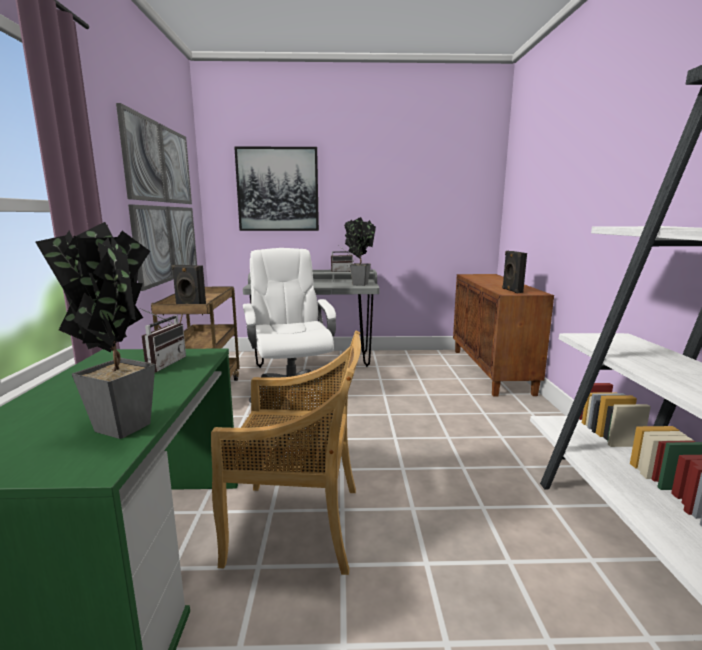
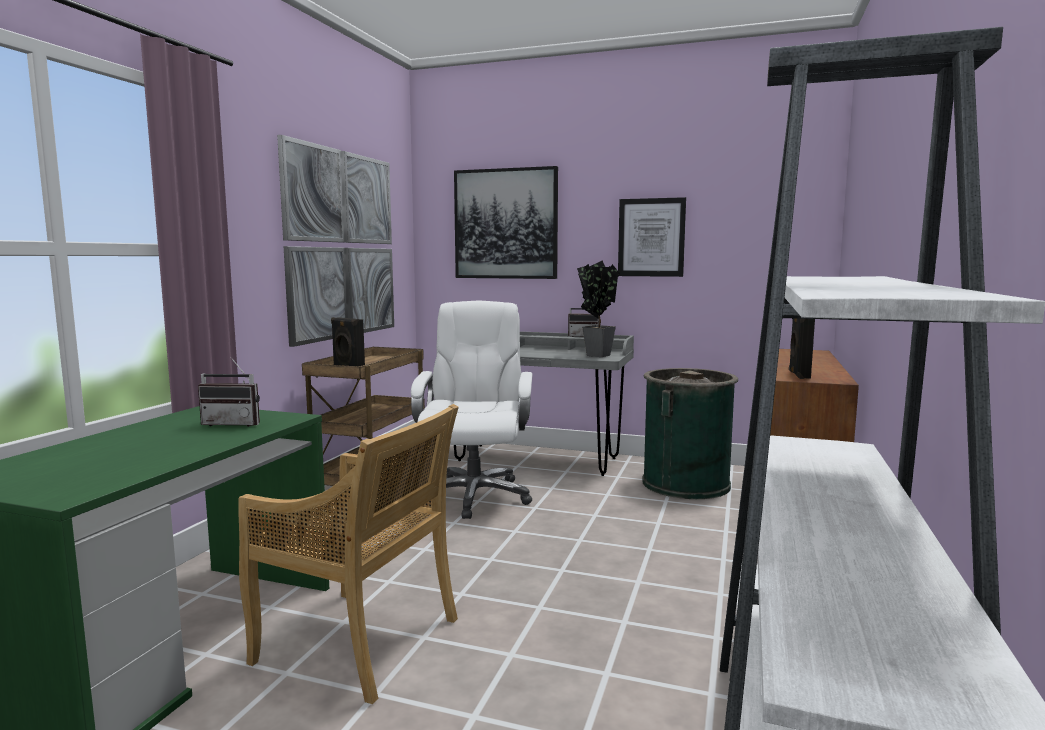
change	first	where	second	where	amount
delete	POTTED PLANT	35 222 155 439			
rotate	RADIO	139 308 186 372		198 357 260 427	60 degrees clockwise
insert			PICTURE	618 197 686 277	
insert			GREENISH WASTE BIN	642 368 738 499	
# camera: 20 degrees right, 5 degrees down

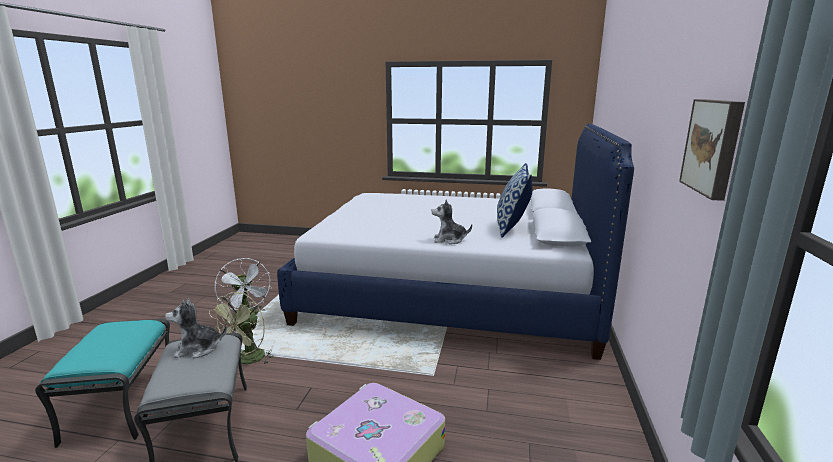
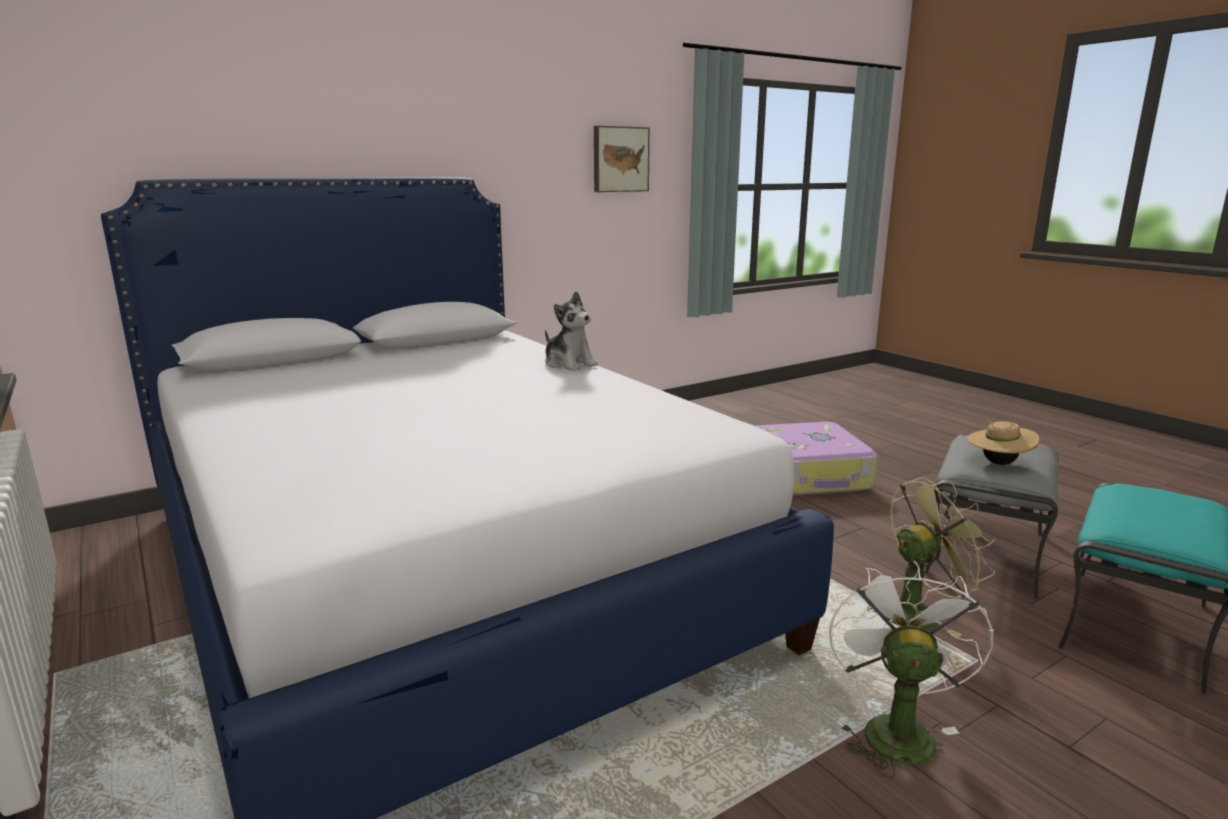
change	first	where	second	where	amount
replace	SOFT TOY	165 298 227 358	BEIGE CLOTHING HAT	967 417 1040 465	
delete	PILLOW	497 163 533 238			
# camera: 135 degrees left, 0 degrees up

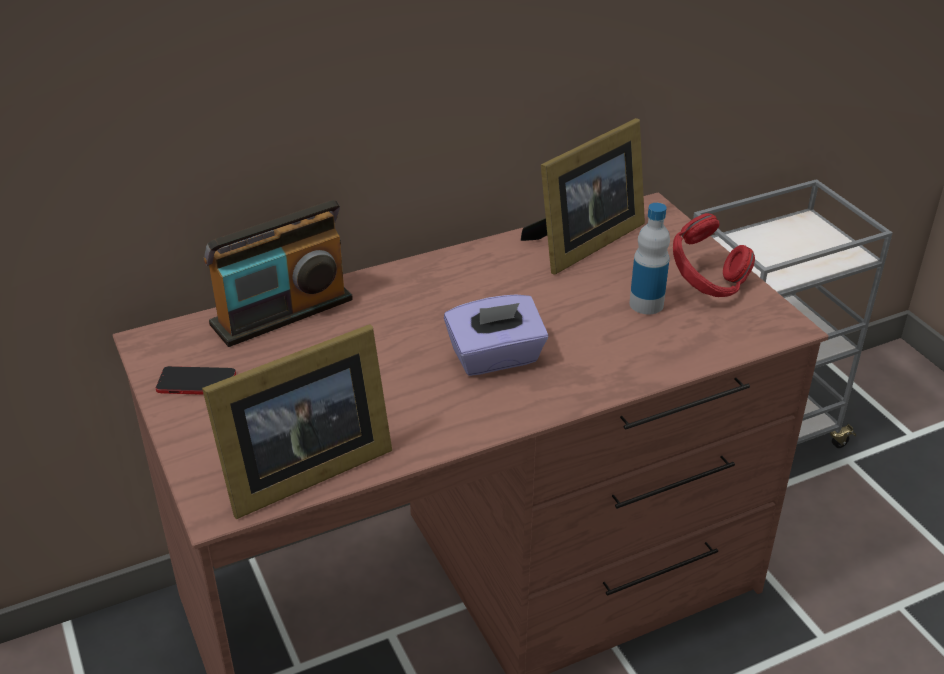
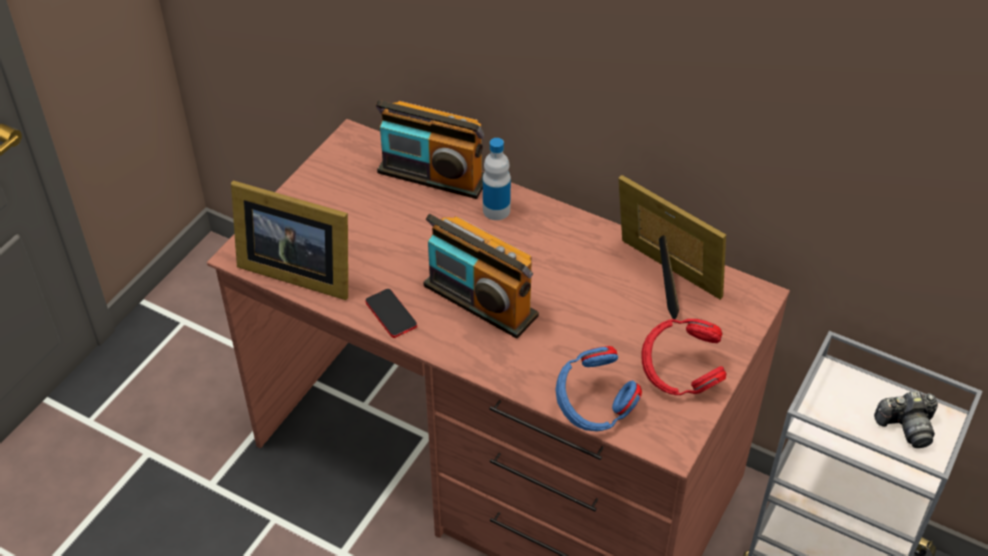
change	first	where	second	where	amount
move	TELEPHONE	156 366 236 395		365 289 417 338	
replace	PURPLISH TISSUE BOX	444 294 548 376	RADIO	423 214 539 338	
rotate	PICTURE FRAME	521 118 645 275		619 175 726 320	150 degrees counterclockwise
move	BEVERAGE BOTTLE	629 203 670 314		483 138 511 220	
insert			BLUISH PAIR OF HEADPHONES	555 346 642 431	
insert			PHOTO CAMERA	874 391 938 448	
# camera: 55 degrees right, 10 degrees up

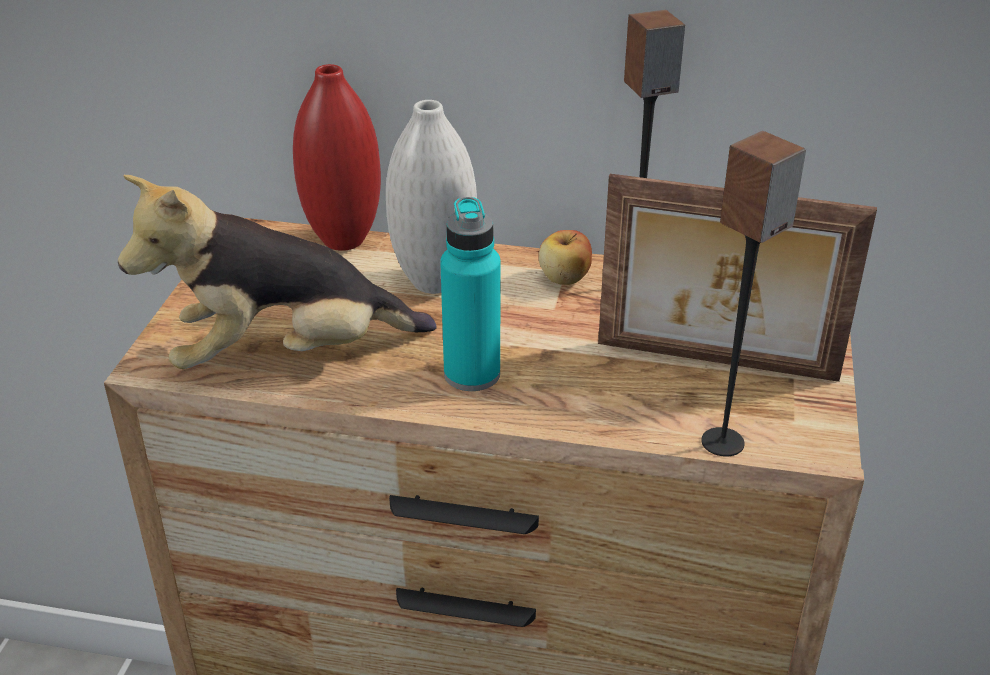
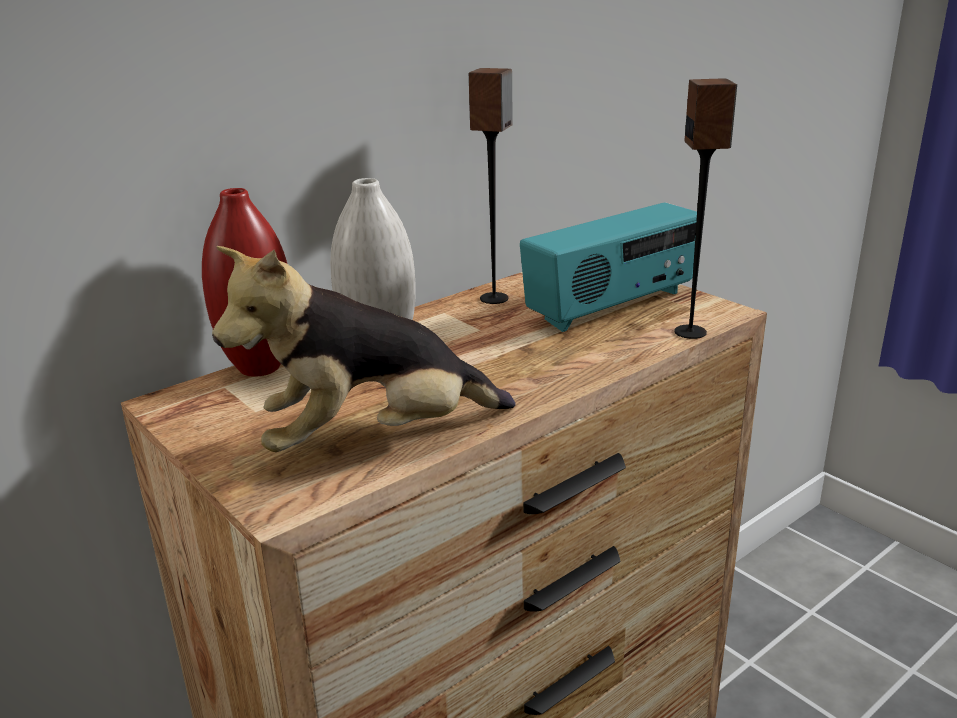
change	first	where	second	where	amount
rotate	SOFT TOY	118 175 437 369		212 246 516 452	45 degrees clockwise
delete	BLUE-GREEN BEVERAGE BOTTLE	440 197 501 391			
delete	APPLE FRUIT	538 230 592 285			
replace	PICTURE FRAME	598 174 877 382	RADIO	520 203 697 332	
# camera: 50 degrees left, 10 degrees down

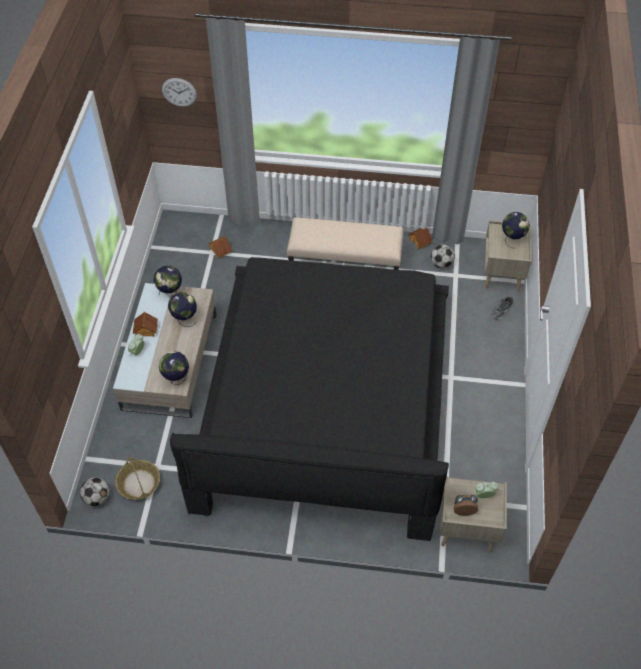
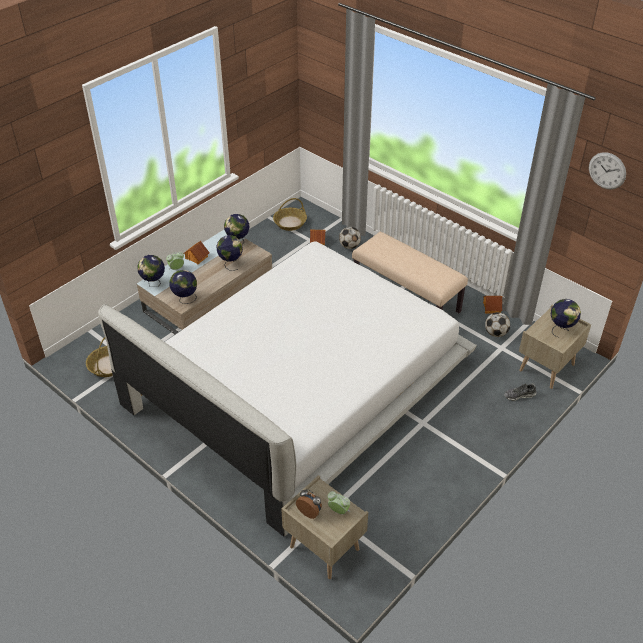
change	first	where	second	where	amount
move	FOOTBALL	80 477 110 506		339 227 361 249	
move	HANGING CLOCK	162 78 197 107		589 152 626 189	
recolor	BLACKISH BEDROOM BED	170 257 449 541	WHITISH BEDROOM BED	98 241 477 537	
insert			WORLD GLOBE	137 255 165 287	
insert			HOUSEHOLD BASKET	273 198 307 231	
# camera: 35 degrees right, 10 degrees down

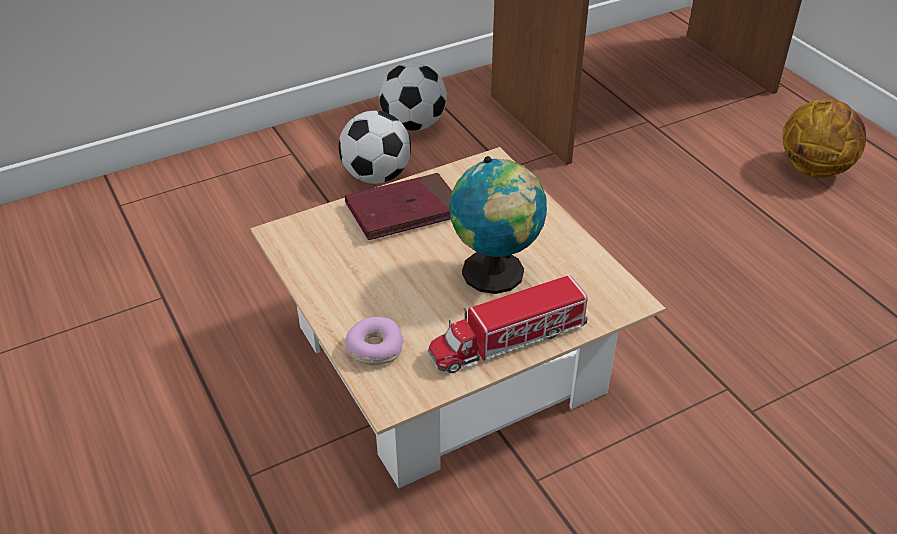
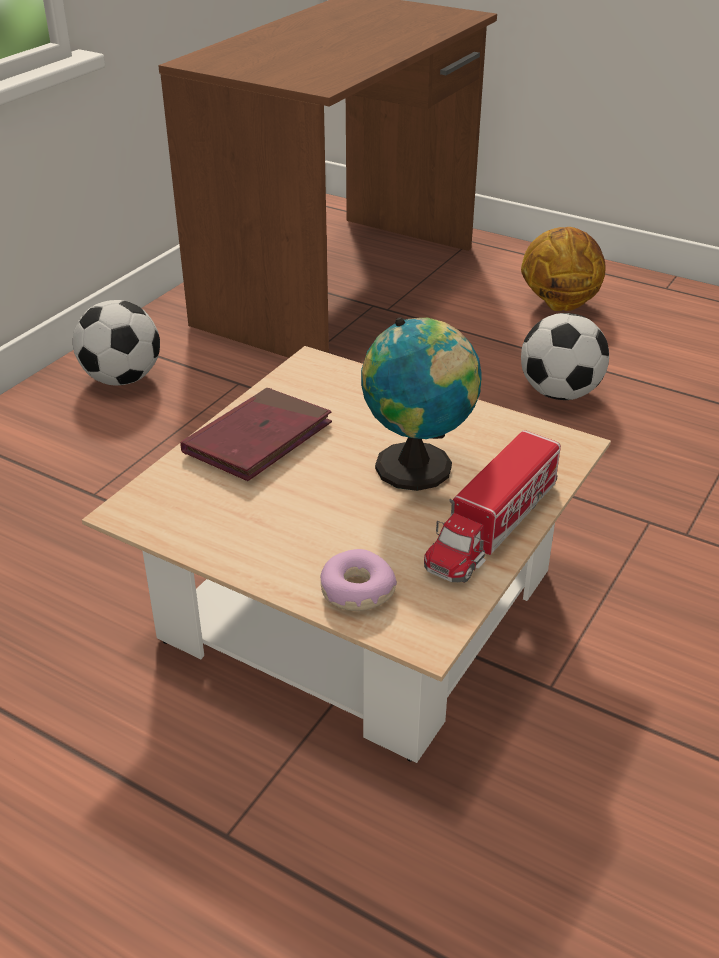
change	first	where	second	where	amount
move	FOOTBALL	339 111 411 184		521 313 609 400	
# camera: 30 degrees left, 5 degrees down

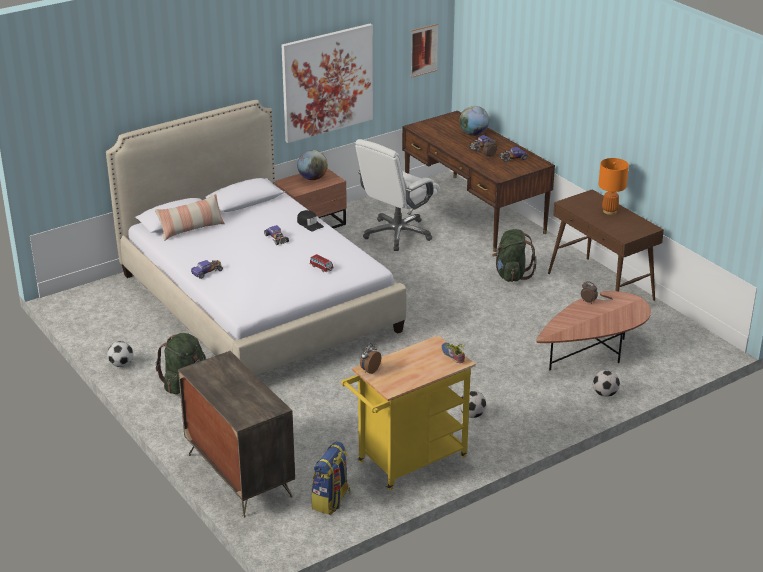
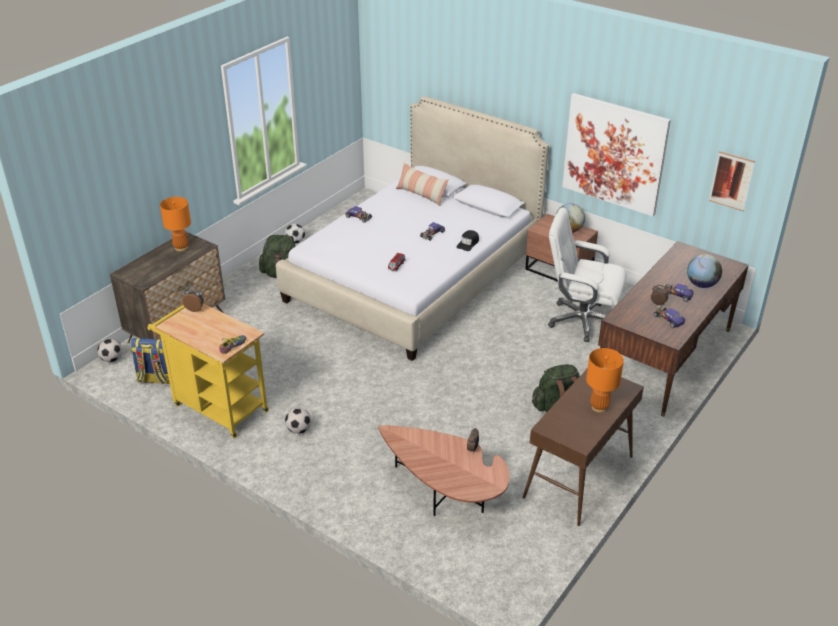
change	first	where	second	where	amount
move	FOOTBALL	593 370 620 397		97 339 122 362	
insert			ORANGEY LAMP FOR A TABLE	160 197 191 251	
# camera: 70 degrees right, 5 degrees up

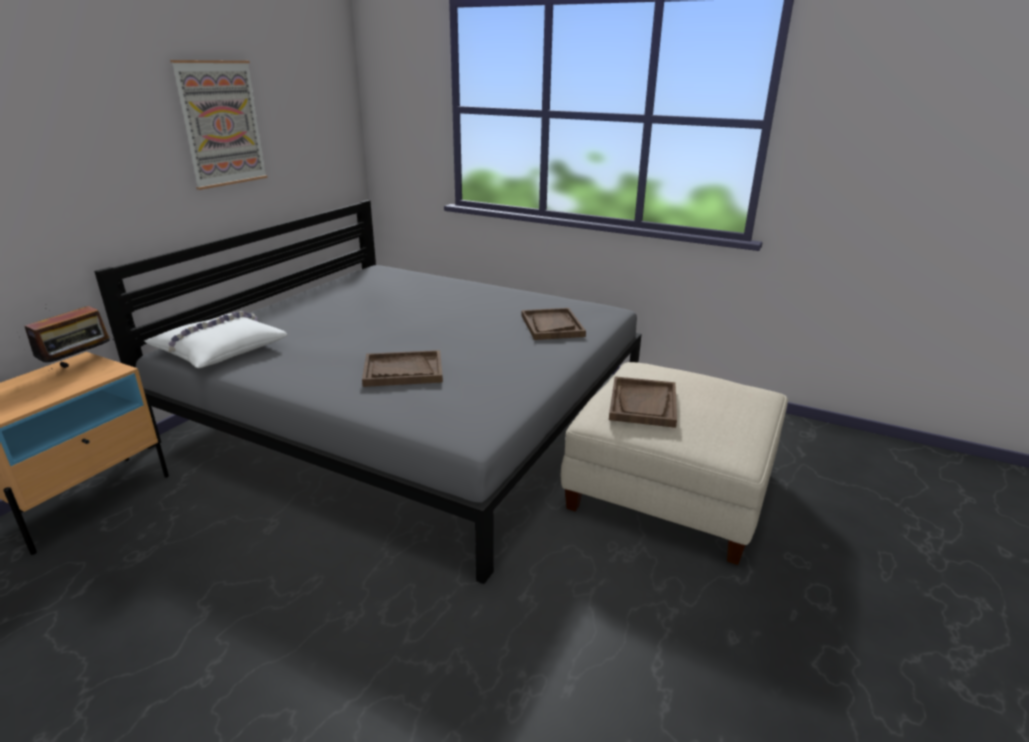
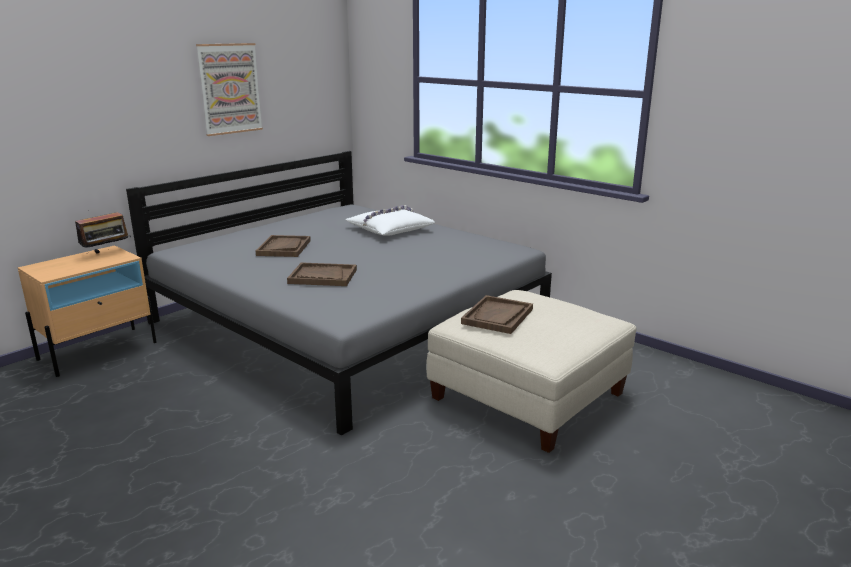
change	first	where	second	where	amount
move	WHITISH PILLOW	144 311 288 368		345 205 435 236	
move	BROWN-COLOURED SERVING TRAY	522 308 586 340		256 235 311 257	
# camera: 15 degrees right, 5 degrees down

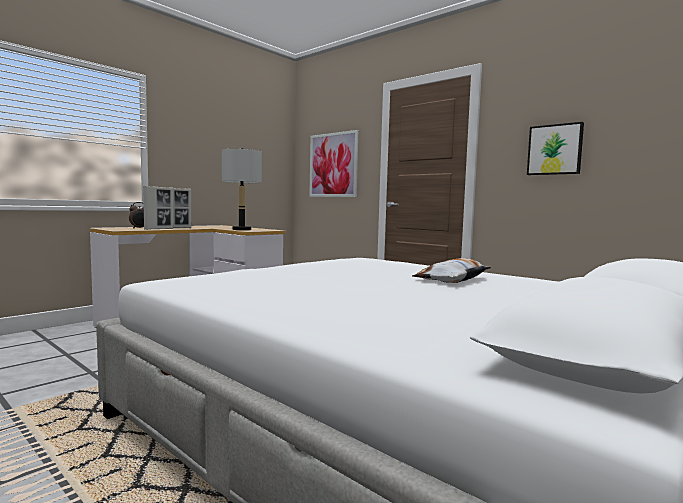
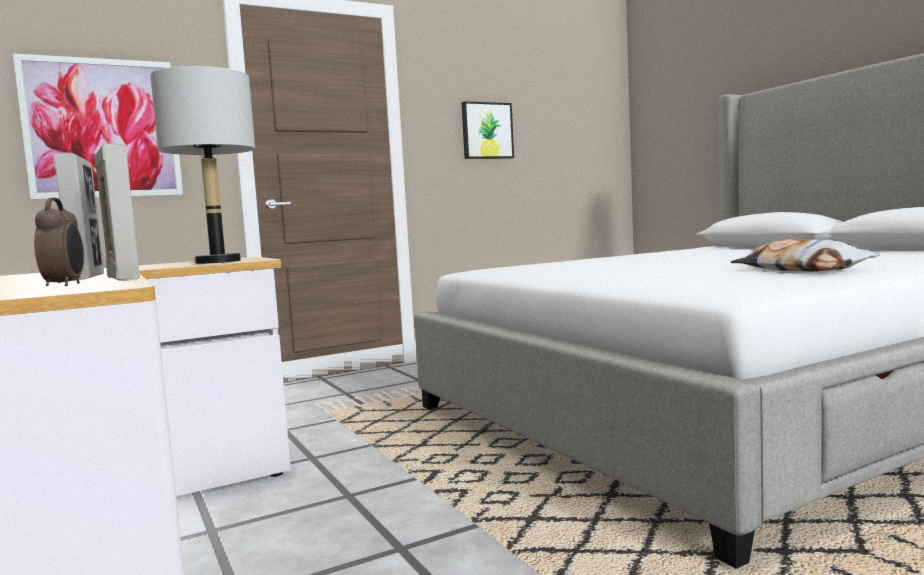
change	first	where	second	where	amount
move	PILLOW	412 258 491 283		731 239 880 272	
# camera: 70 degrees left, 0 degrees up

